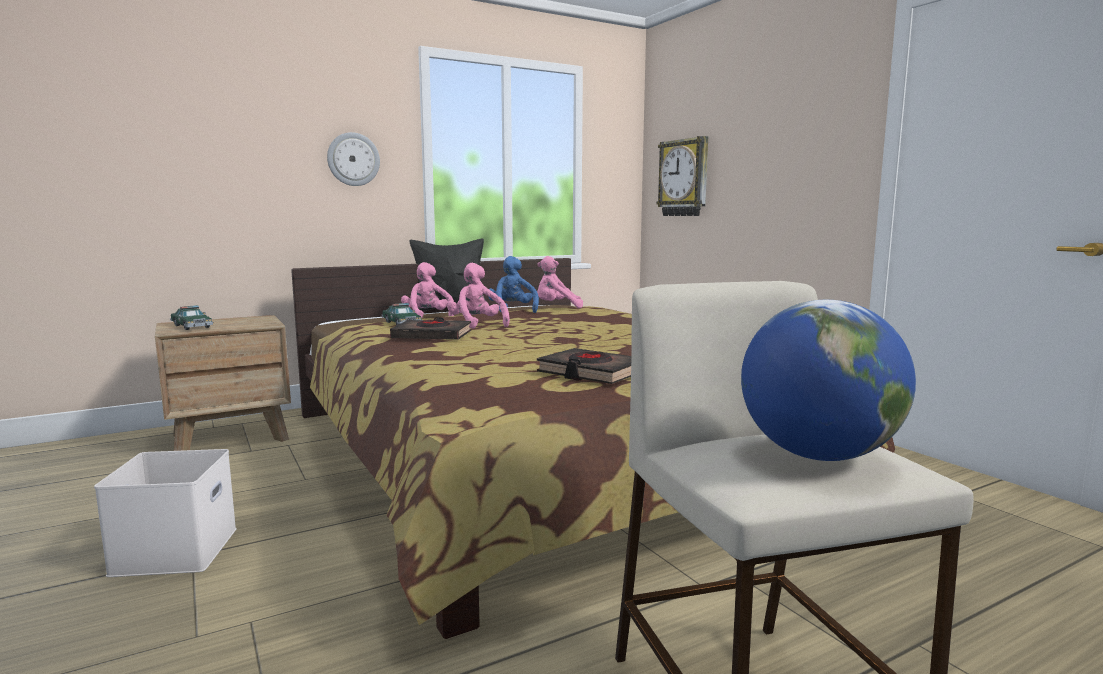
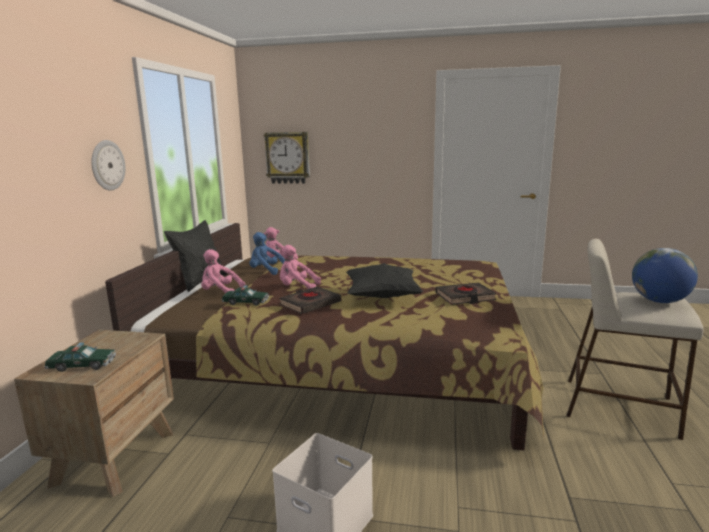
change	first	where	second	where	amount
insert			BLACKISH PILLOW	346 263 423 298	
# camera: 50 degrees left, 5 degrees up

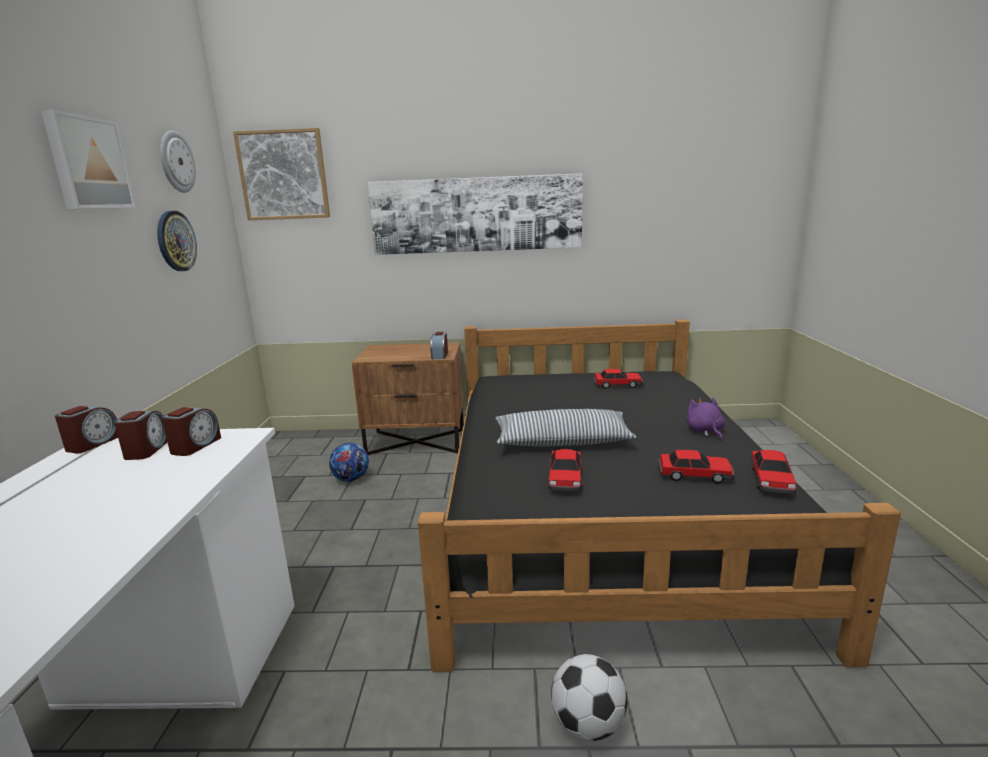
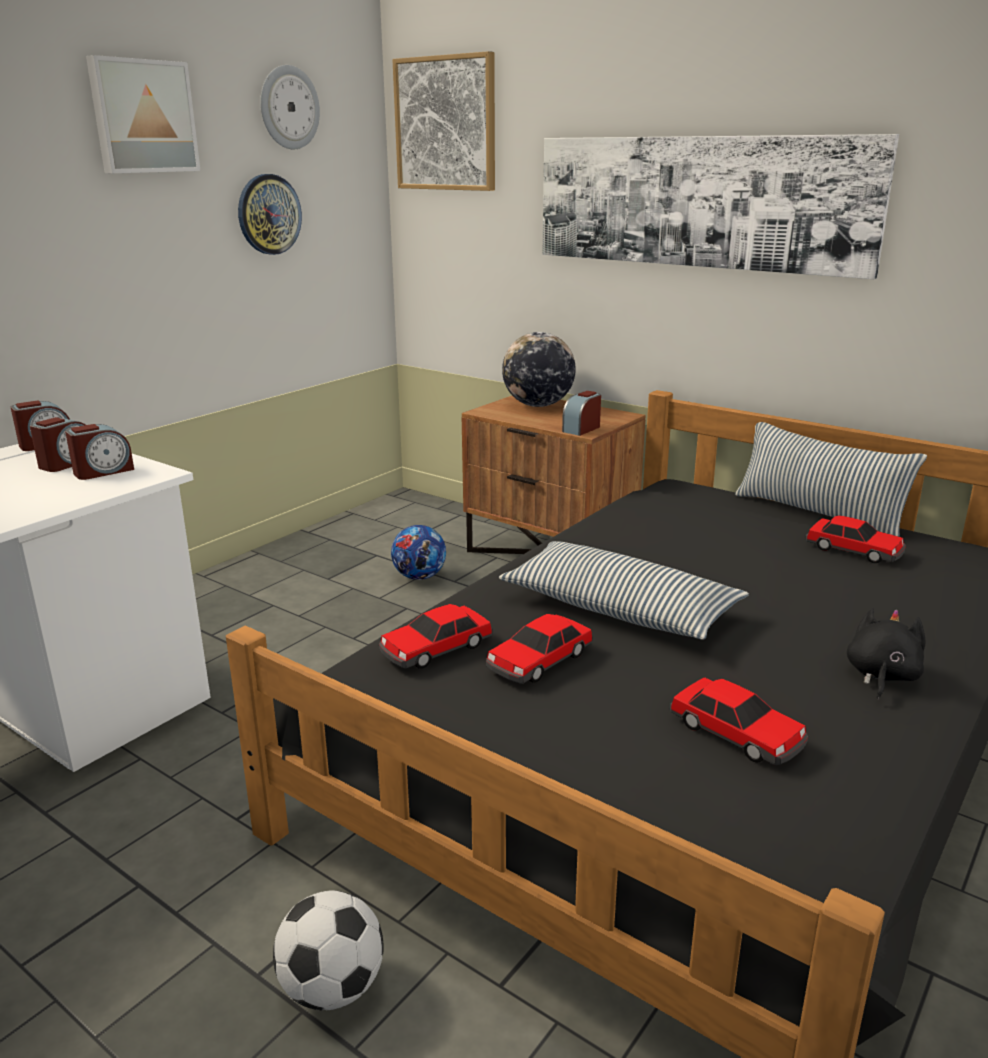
change	first	where	second	where	amount
recolor	PURPLISH SOFT TOY	686 397 725 440	BLACKISH SOFT TOY	847 608 925 700	
move	MODEL CAR	751 450 797 494		379 604 493 669	
insert			WORLD GLOBE	502 332 576 407	
insert			PILLOW	735 422 927 537	
# camera: 35 degrees right, 5 degrees up

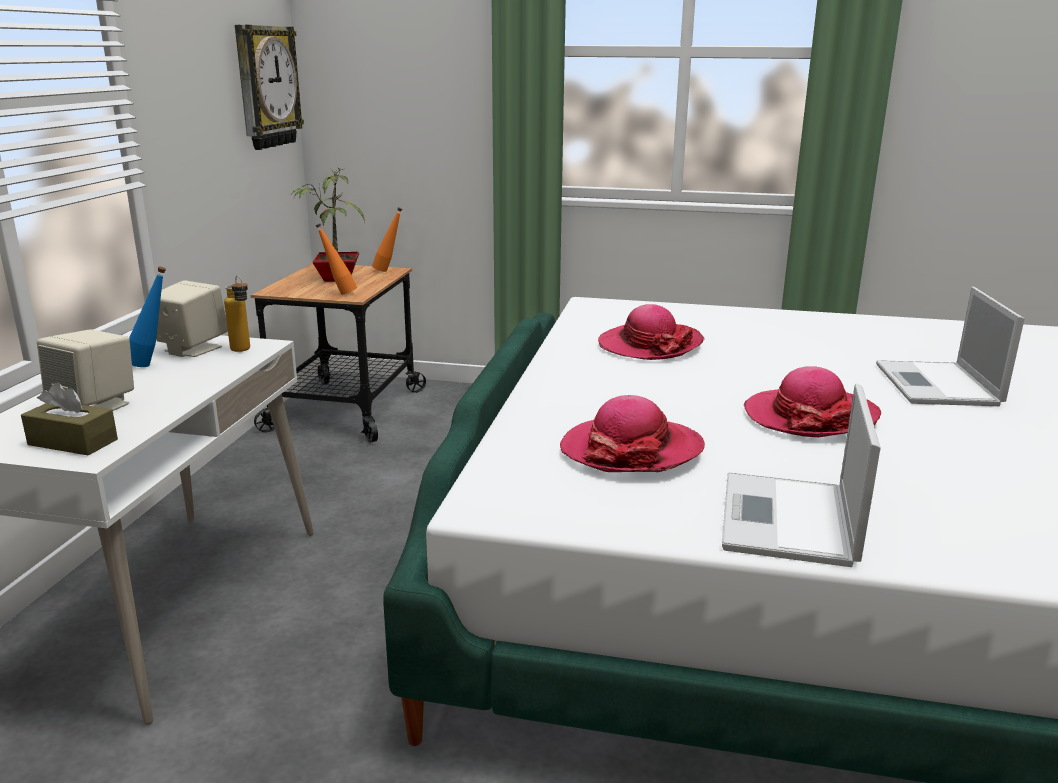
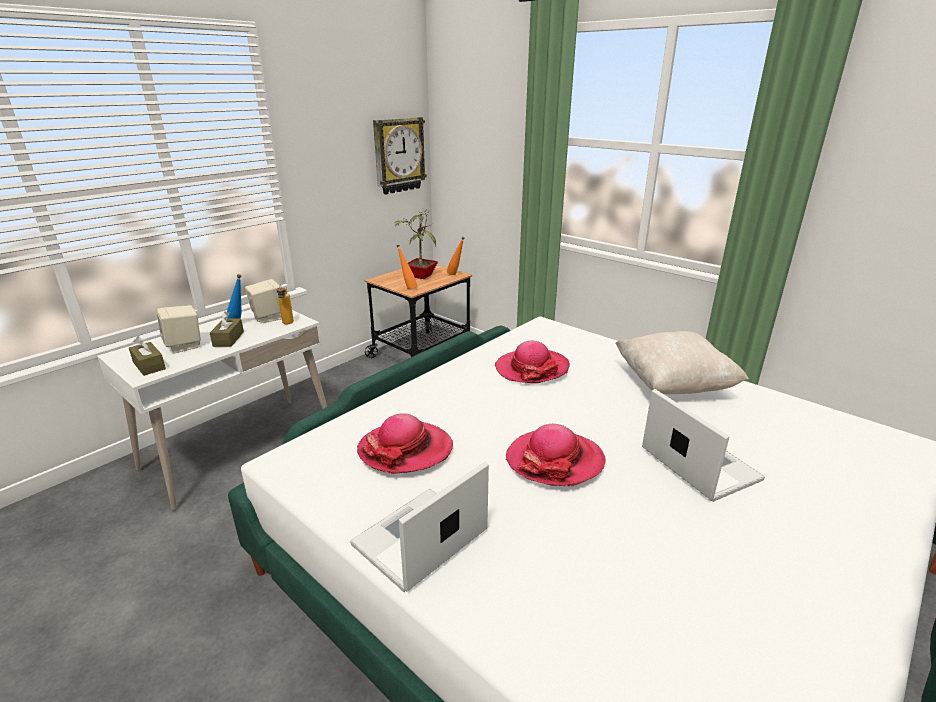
change	first	where	second	where	amount
rotate	PORTABLE COMPUTER	876 287 1024 406		642 389 765 502	120 degrees clockwise
insert			BROWN-COLOURED TISSUE BOX	210 311 244 347	
insert			BEIGE PILLOW	616 331 749 394	
# camera: 30 degrees right, 5 degrees up

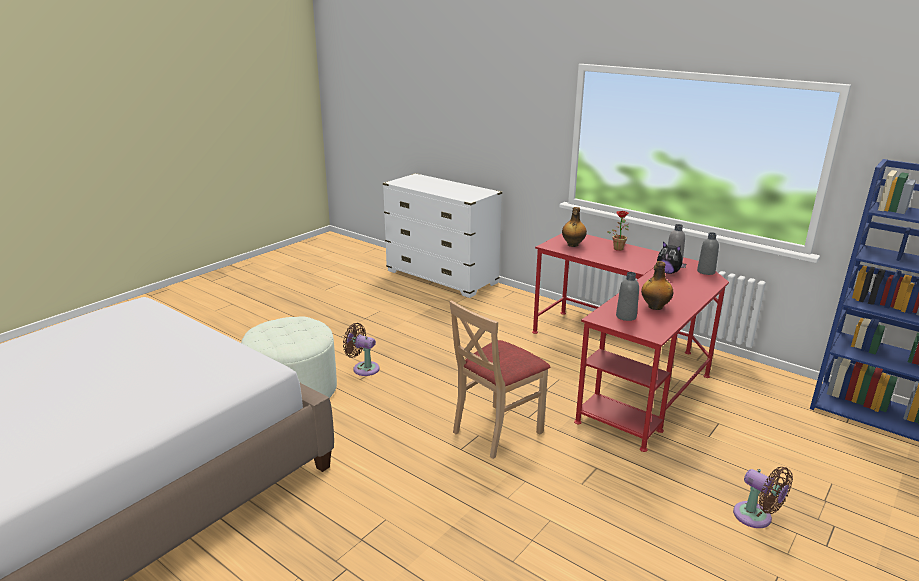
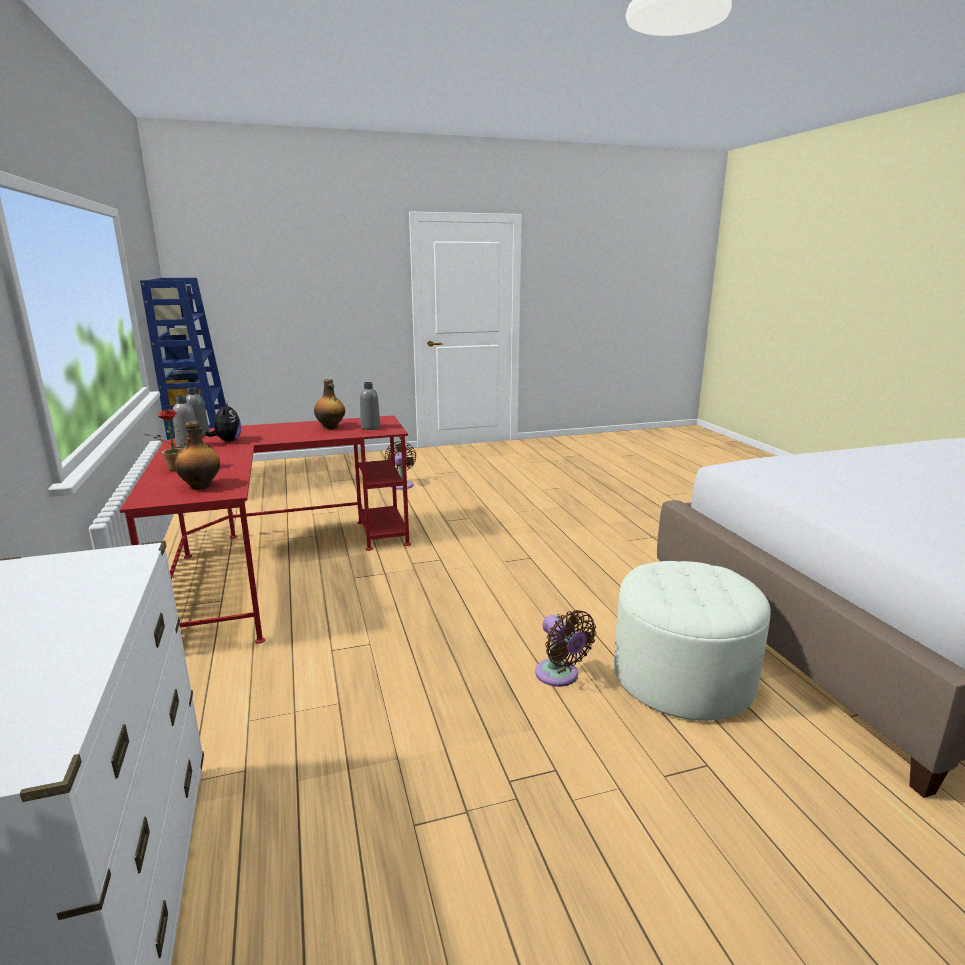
change	first	where	second	where	amount
delete	BEIGE PLAIN CHAIR	449 300 550 459			
# camera: 145 degrees left, 5 degrees down

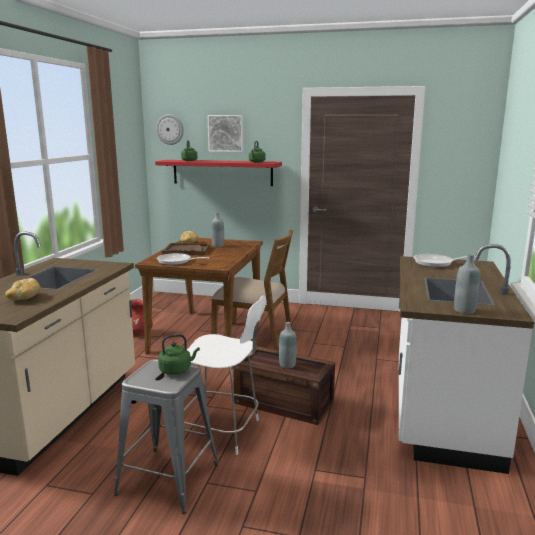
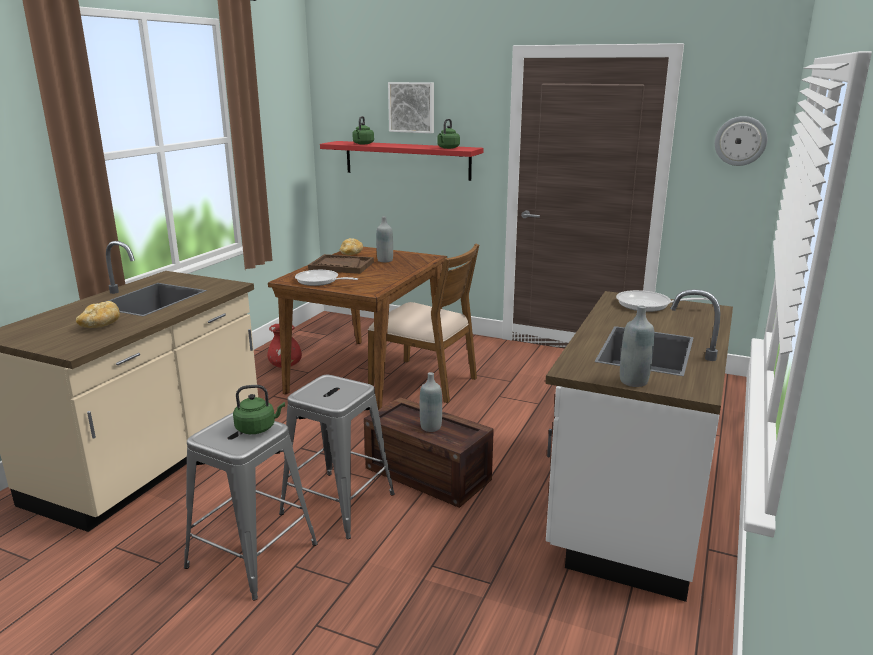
change	first	where	second	where	amount
move	HANGING CLOCK	156 114 184 145		715 116 767 166	
replace	WHITISH PLAIN CHAIR	184 296 266 455	GREY STOOL	279 375 395 539	
# camera: 10 degrees right, 5 degrees up

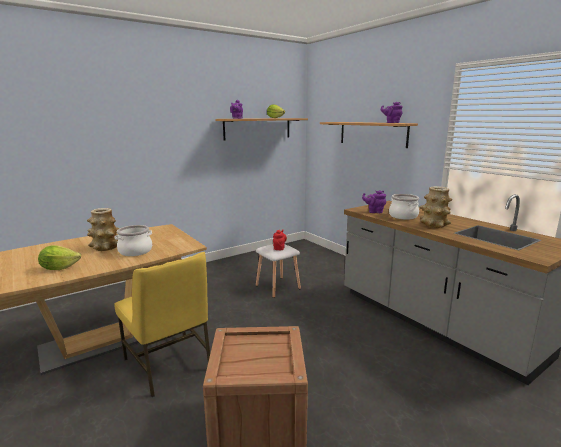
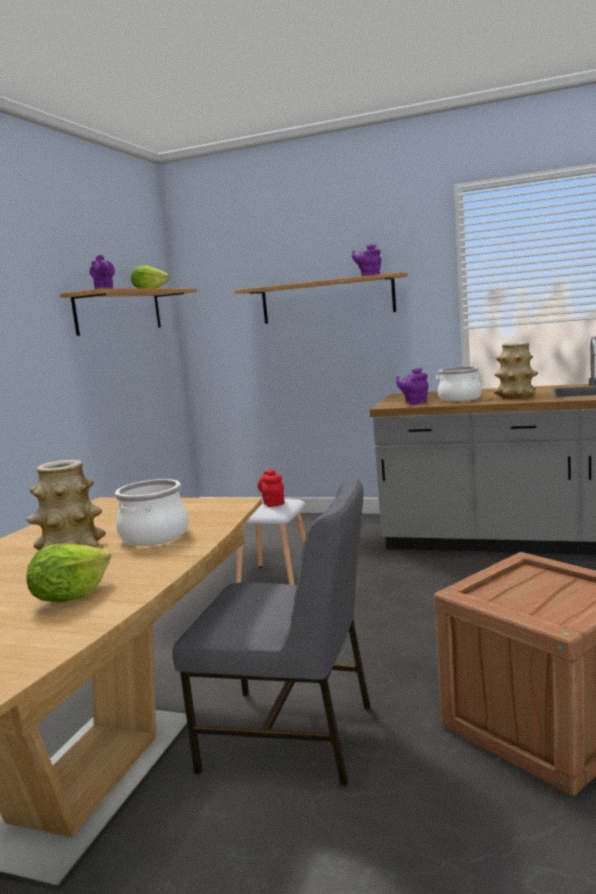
change	first	where	second	where	amount
recolor	YELLOWISH PLAIN CHAIR	114 252 210 397	GREY PLAIN CHAIR	173 477 371 786	
# camera: 35 degrees left, 5 degrees down

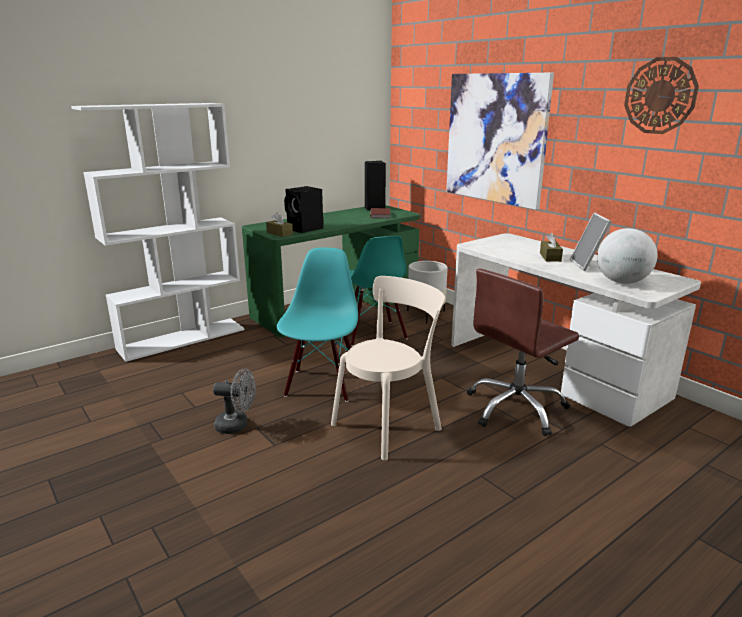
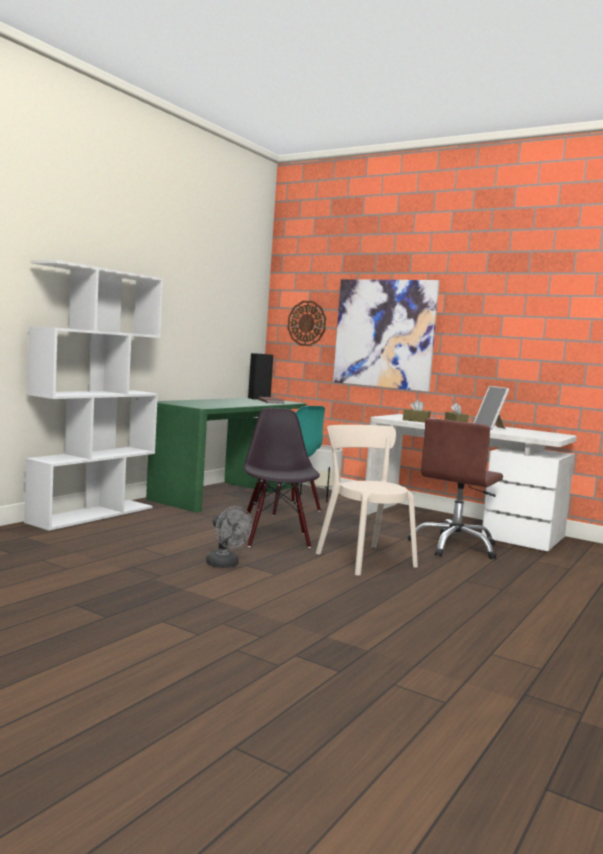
change	first	where	second	where	amount
rotate	GREY ELECTRIC FAN	213 369 256 434		206 506 252 568	60 degrees clockwise
move	BROWN-COLOURED TISSUE BOX	266 212 293 237		403 400 431 422	
recolor	BLUE-GREEN PLAIN CHAIR	277 248 358 402	BLACKISH PLAIN CHAIR	244 408 320 548	
delete	BLACKISH AUDIO SPEAKER	284 186 323 233			
rotate	BEIGE PLAIN CHAIR	331 276 445 461		316 425 418 576	60 degrees counterclockwise
delete	WORLD GLOBE	597 228 658 284			
move	HANGING CLOCK	624 57 699 134		287 301 326 346	
# camera: 20 degrees left, 15 degrees down

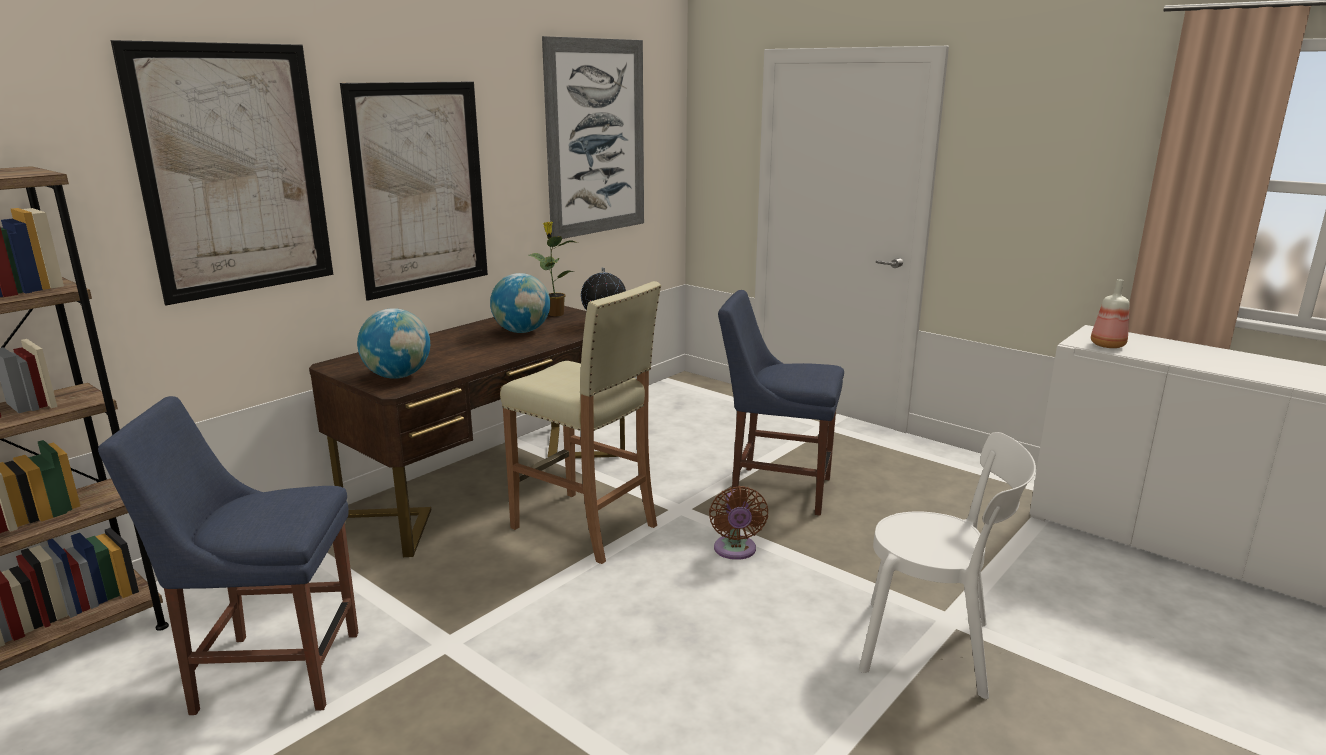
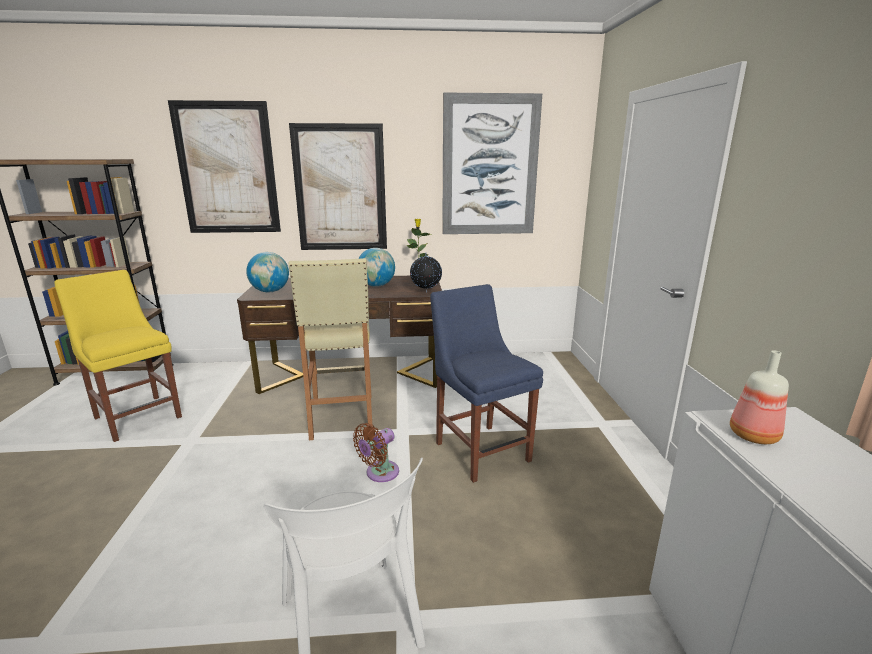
change	first	where	second	where	amount
recolor	BLUISH PLAIN CHAIR	98 396 359 715	YELLOWISH PLAIN CHAIR	55 270 182 442	
# camera: 45 degrees right, 0 degrees up

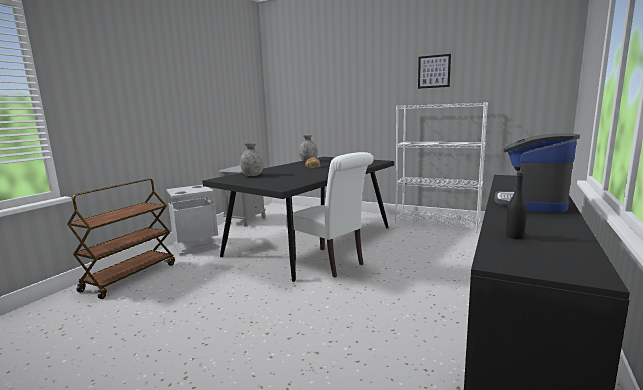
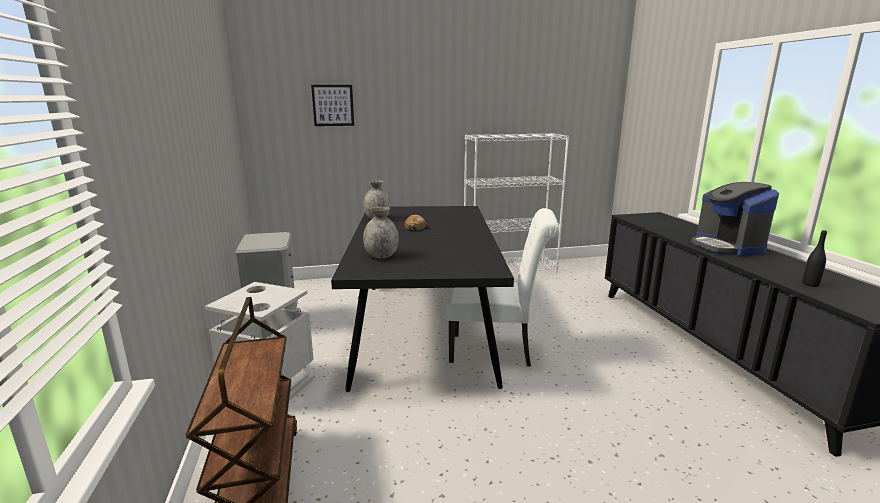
change	first	where	second	where	amount
move	PICTURE	418 54 451 89		311 85 354 126	
# camera: 40 degrees left, 5 degrees up

